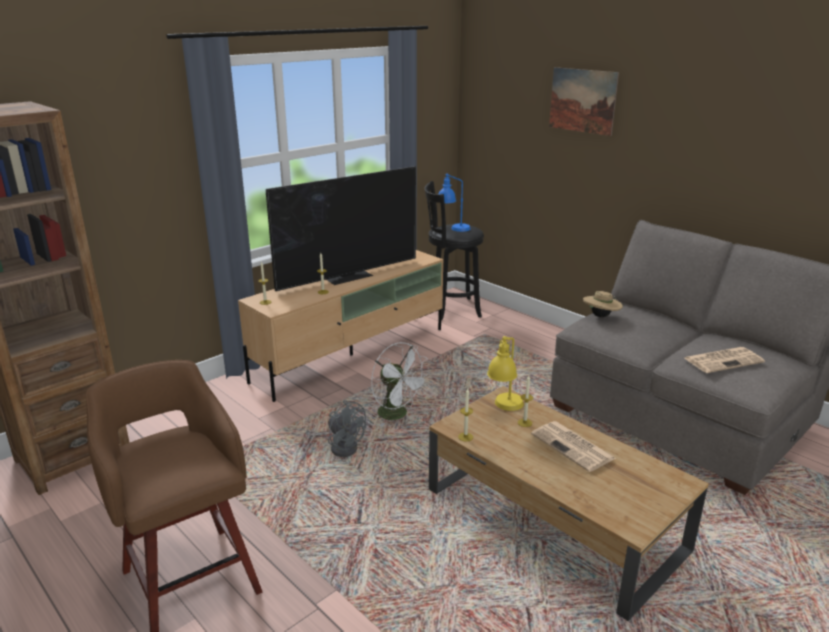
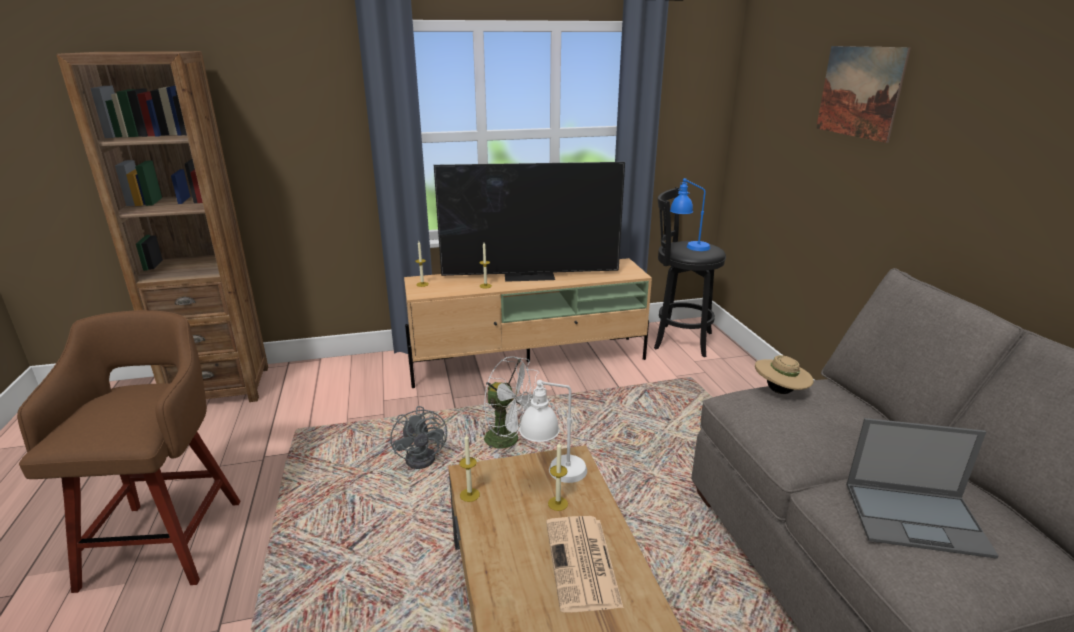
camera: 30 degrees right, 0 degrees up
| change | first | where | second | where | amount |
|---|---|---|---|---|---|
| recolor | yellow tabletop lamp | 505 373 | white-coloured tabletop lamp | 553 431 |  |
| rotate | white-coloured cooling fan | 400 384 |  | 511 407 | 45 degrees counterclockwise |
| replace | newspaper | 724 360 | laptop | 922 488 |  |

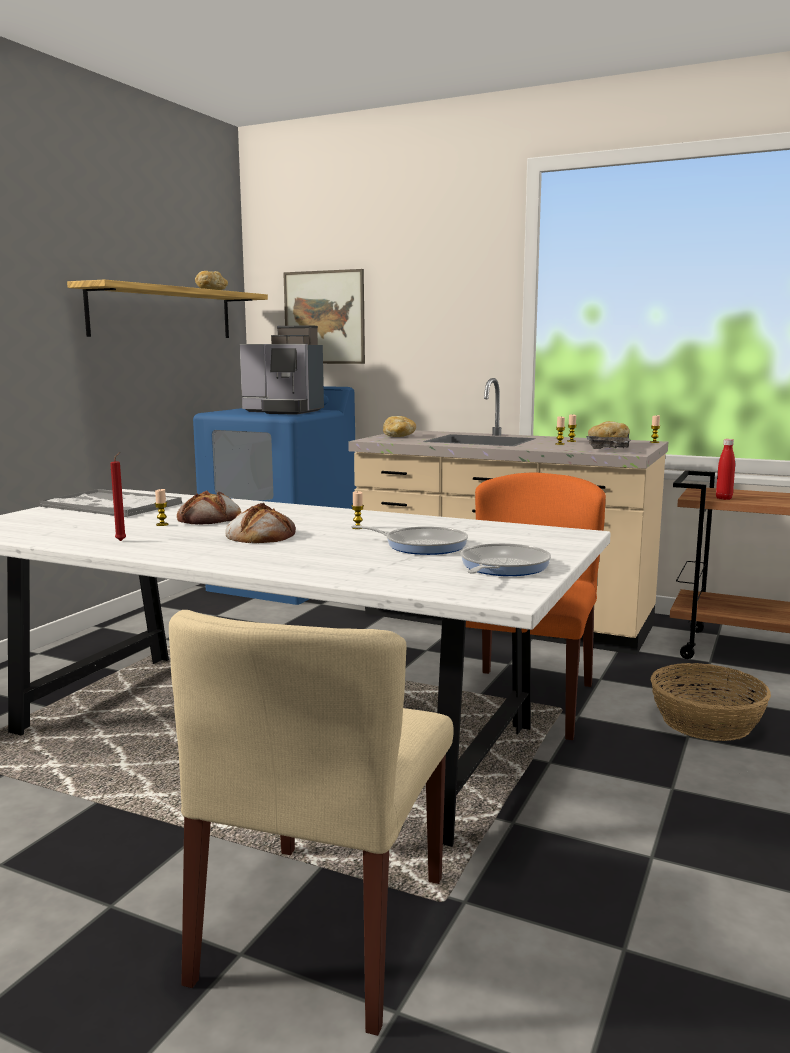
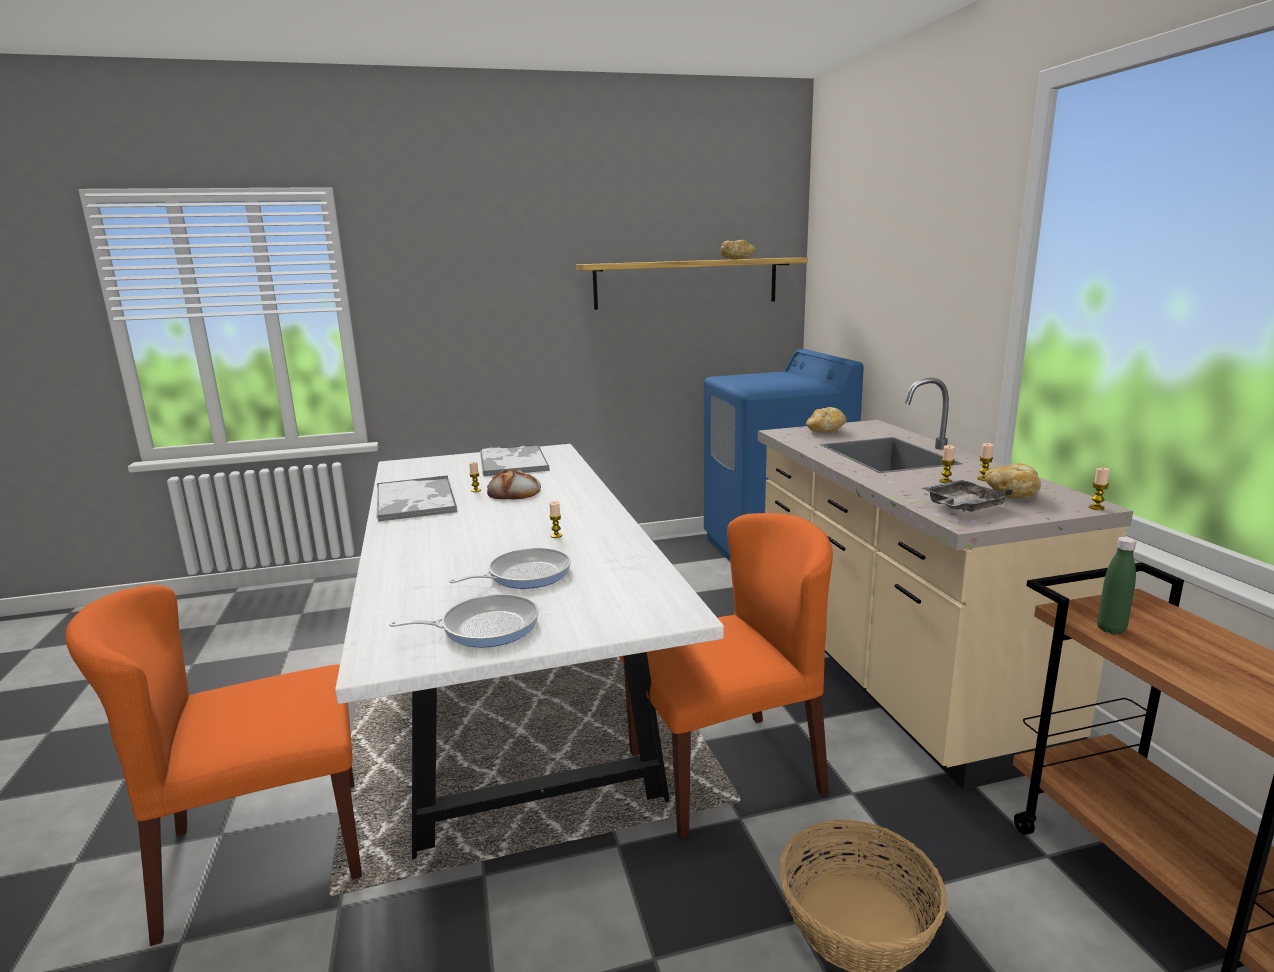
camera: 50 degrees right, 5 degrees up
| change | first | where | second | where | amount |
|---|---|---|---|---|---|
| delete | picture | 324 316 |  |  |  |
| delete | coffee maker | 282 370 |  |  |  |
| recolor | red drink bottle | 725 469 | green drink bottle | 1117 585 |  |
| replace | red wax candle | 118 496 | serving tray | 416 498 |  |
| delete | bread | 260 523 |  |  |  |
| rotate | pan | 409 540 |  | 510 568 | 105 degrees counterclockwise |
| recolor | beige-coloured plain chair | 311 823 | orange-coloured plain chair | 213 765 |  |

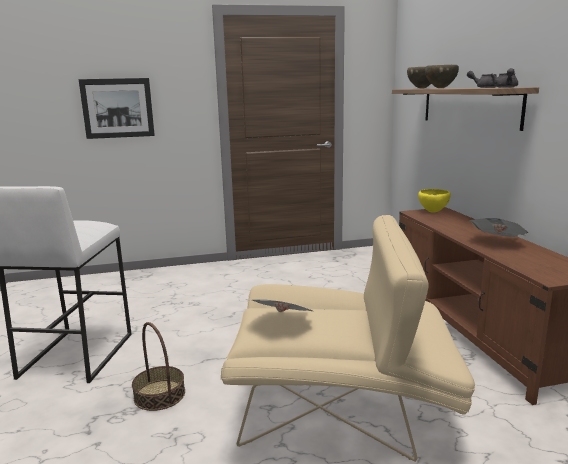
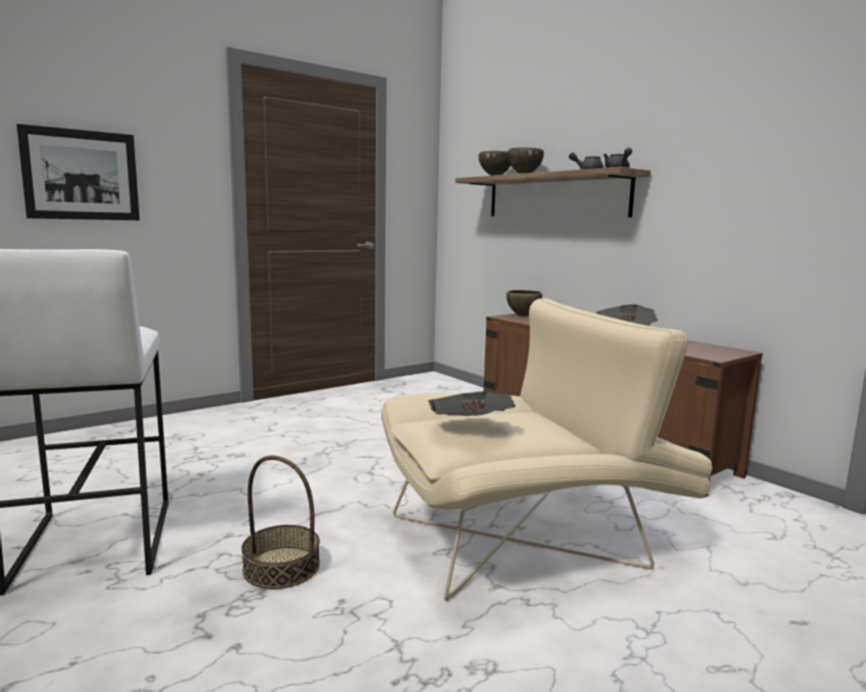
camera: 25 degrees left, 5 degrees down
| change | first | where | second | where | amount |
|---|---|---|---|---|---|
| recolor | yellow deep dish | 434 201 | brown deep dish | 524 303 |  |

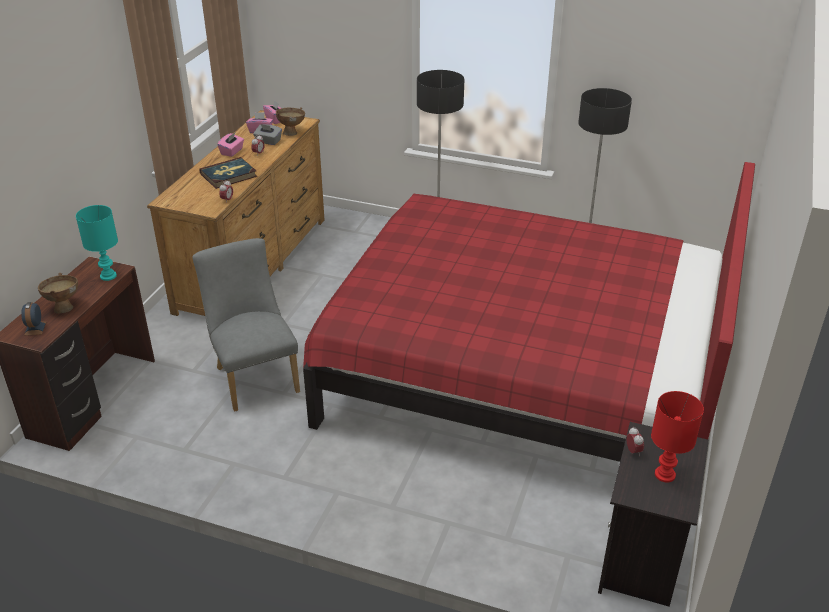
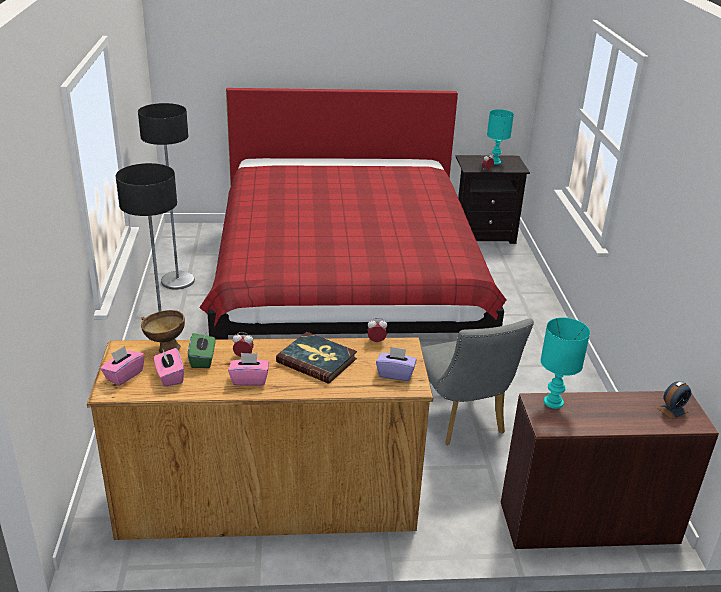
camera: 115 degrees left, 5 degrees down
| change | first | where | second | where | amount |
|---|---|---|---|---|---|
| recolor | greyish tissue holder | 267 134 | green tissue holder | 201 350 |  |
| rotate | greyish plain chair | 246 325 |  | 477 382 | 60 degrees counterclockwise |
| delete | brown deep dish | 58 293 |  |  |  |
| recolor | red tabletop lamp | 677 437 | turquoise tabletop lamp | 500 137 |  |
| insert |  |  | purple tissue holder | 396 363 |  |

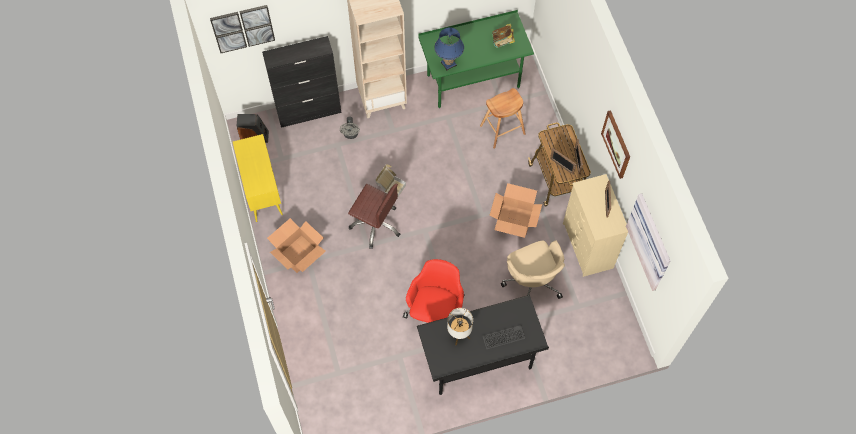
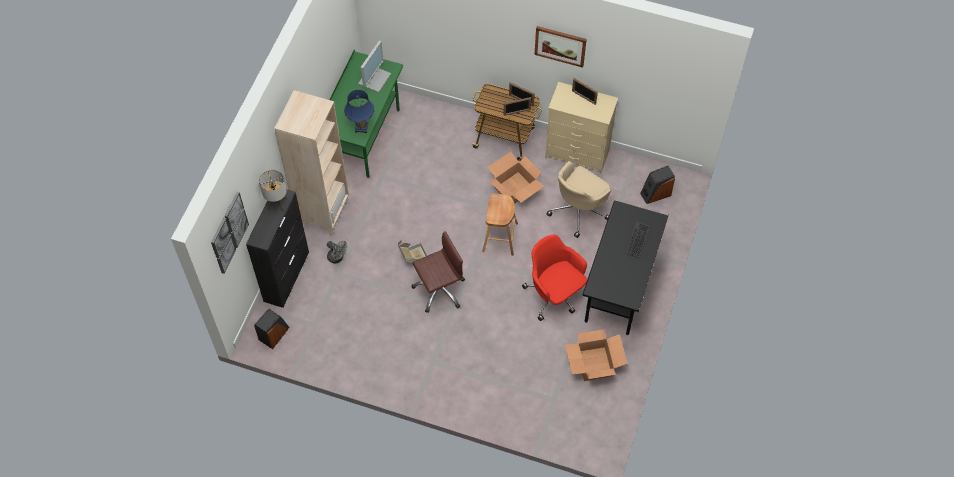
camera: 55 degrees left, 5 degrees down
| change | first | where | second | where | amount |
|---|---|---|---|---|---|
| replace | book | 503 35 | monitor | 374 66 |  |
| move | brown stool seat | 503 118 |  | 500 224 |  |
| delete | yellow storage cabinet | 258 178 |  |  |  |
| delete | picture | 648 242 |  |  |  |
| move | carton | 296 245 |  | 596 355 |  |
| rotate | beige-coloured desk chair | 533 270 |  | 579 199 | 120 degrees clockwise |
| move | tabletop lamp | 460 326 |  | 273 191 |  |
| insert |  |  | audio speaker | 657 185 |  |

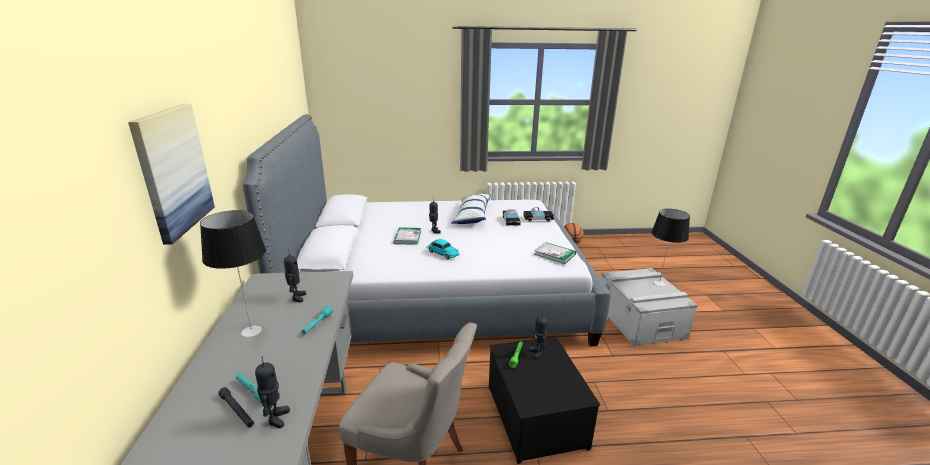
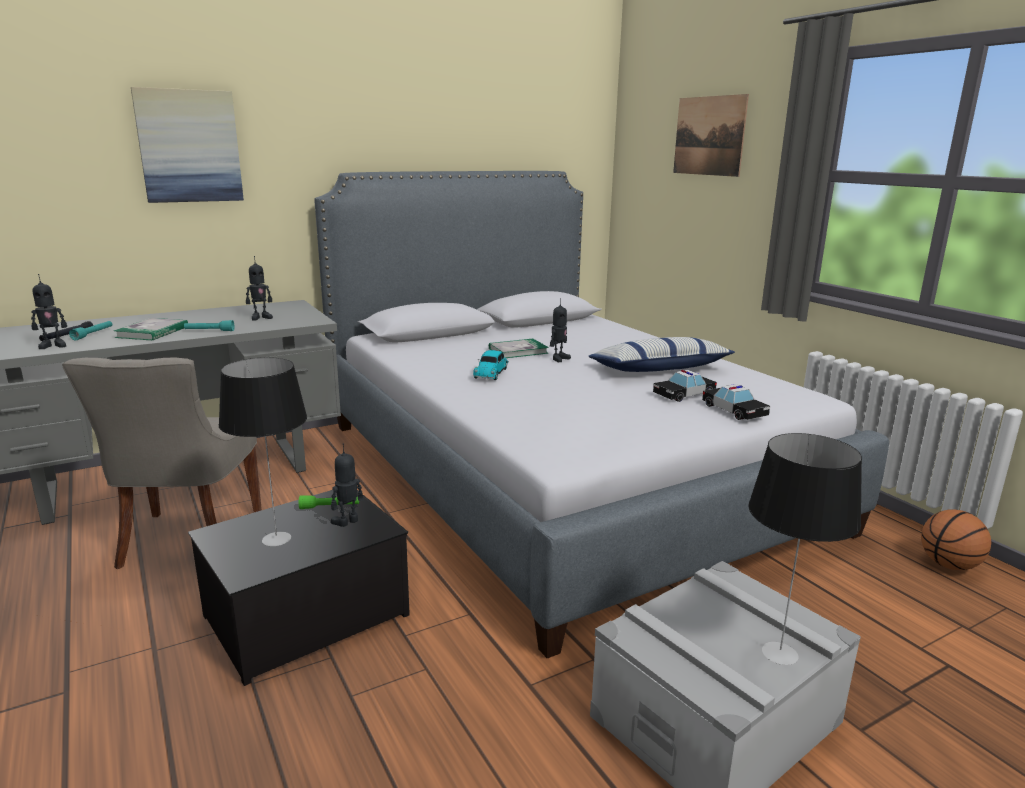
camera: 65 degrees right, 5 degrees down
| change | first | where | second | where | amount |
|---|---|---|---|---|---|
| move | tabletop lamp | 233 273 |  | 263 451 |  |
| move | book | 555 253 |  | 151 329 |  |
| insert |  |  | picture | 711 135 |  |

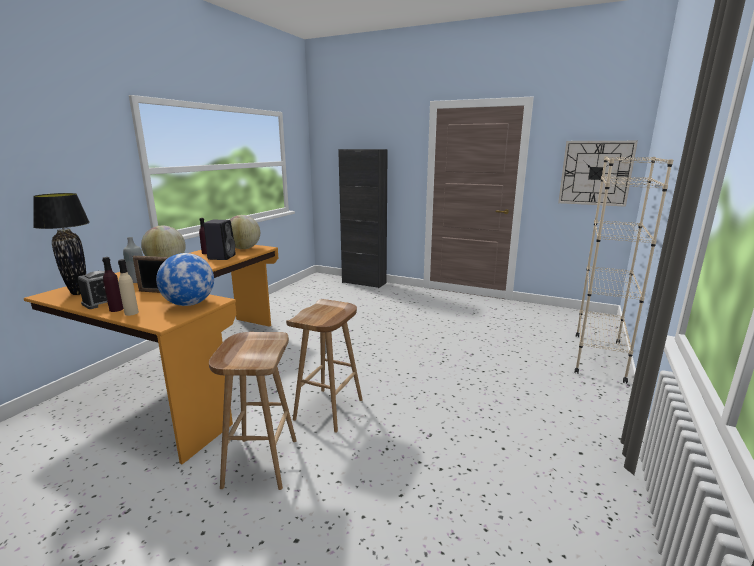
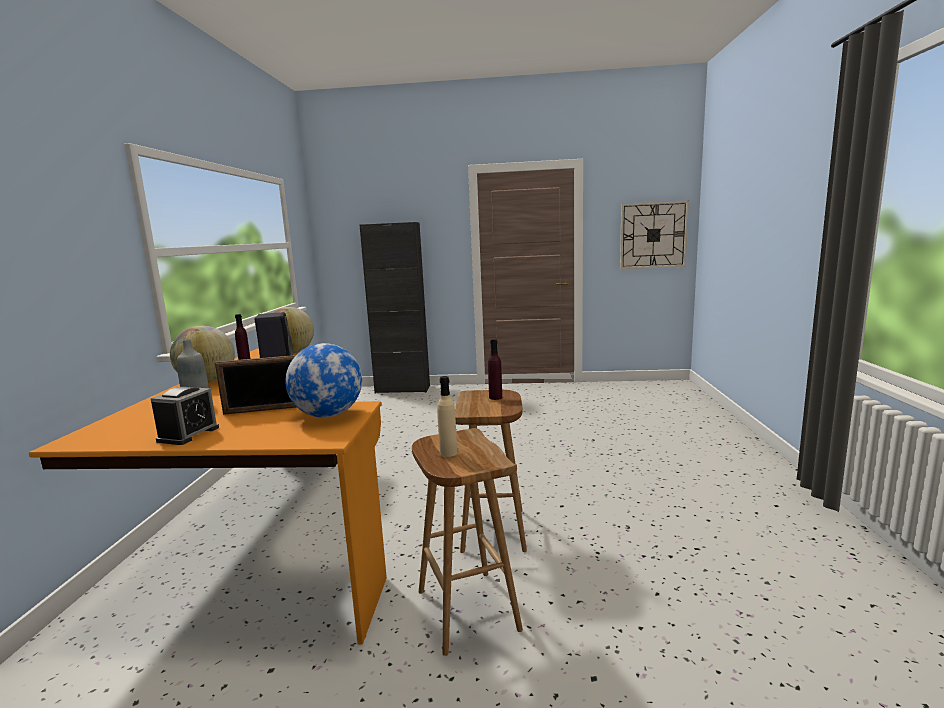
camera: 20 degrees left, 5 degrees down
| change | first | where | second | where | amount |
|---|---|---|---|---|---|
| delete | beige-coloured bookshelf | 623 269 |  |  |  |
| delete | black-coloured tabletop lamp | 61 244 |  |  |  |
| move | purple drink bottle | 112 284 |  | 495 369 |  |
| move | beige-coloured drink bottle | 128 287 |  | 447 416 |  |

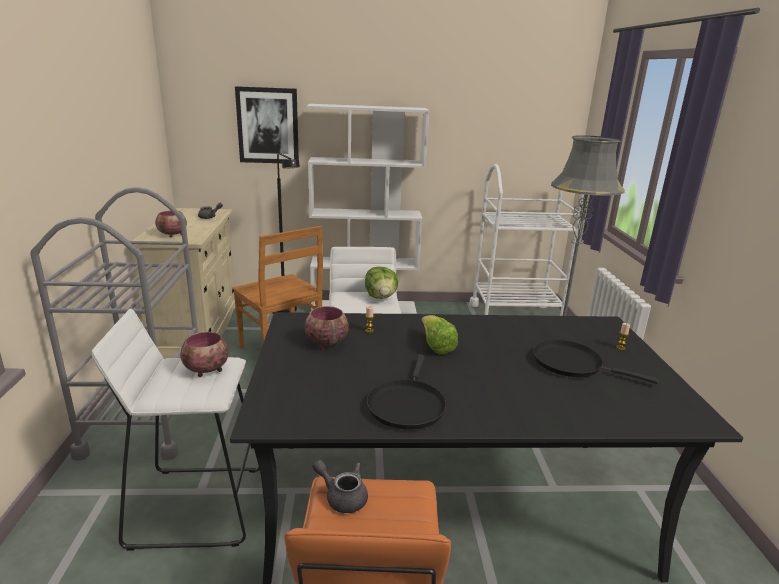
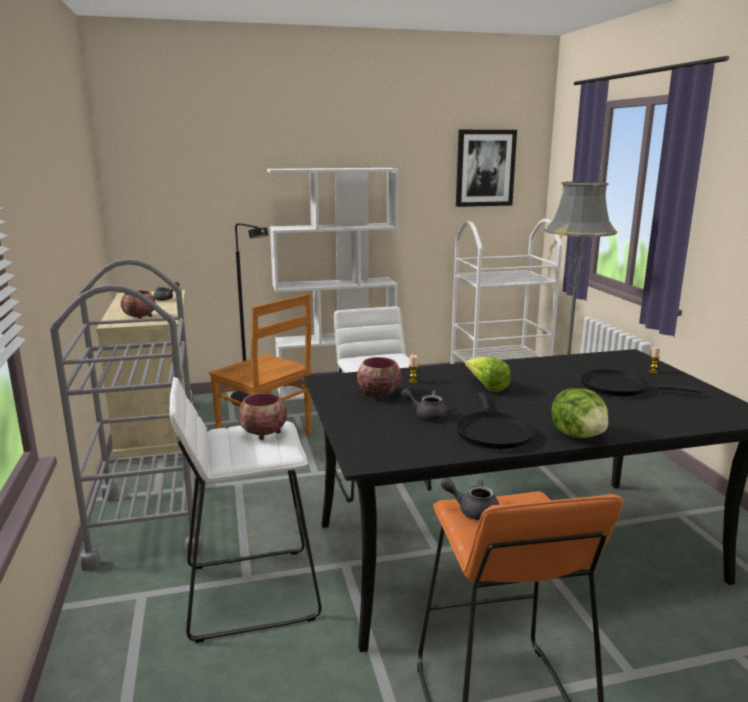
camera: 10 degrees left, 5 degrees down
| change | first | where | second | where | amount |
|---|---|---|---|---|---|
| move | picture | 267 124 |  | 486 168 |  |
| move | head of lettuce | 381 283 |  | 579 413 |  |
| insert |  |  | greyish pot for tea | 424 404 |  |

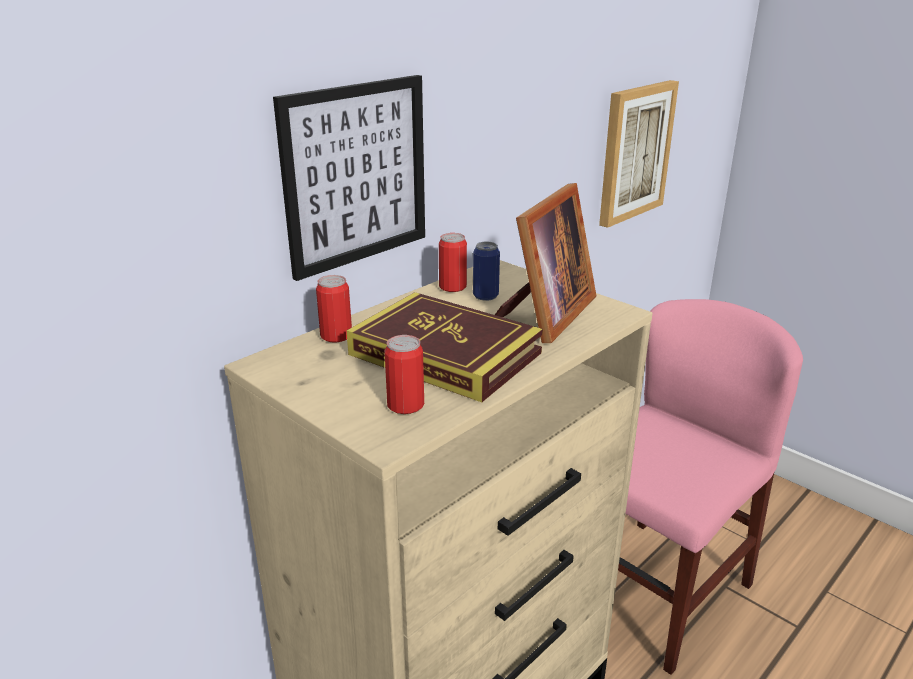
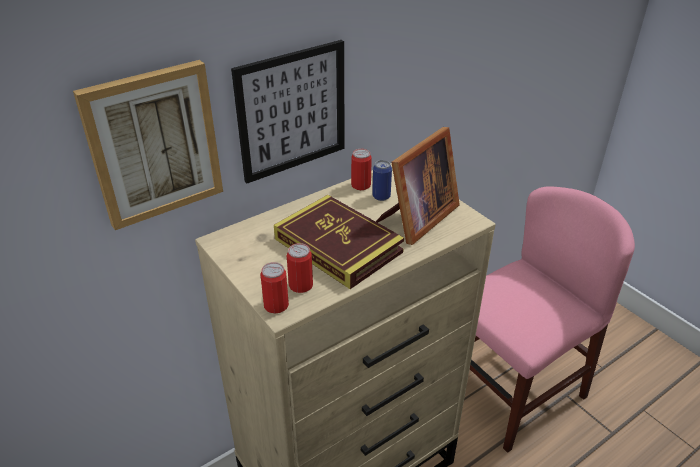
camera: 10 degrees right, 10 degrees up
| change | first | where | second | where | amount |
|---|---|---|---|---|---|
| move | picture | 639 154 |  | 148 145 |  |
| move | sealed can | 334 308 |  | 274 287 |  |

